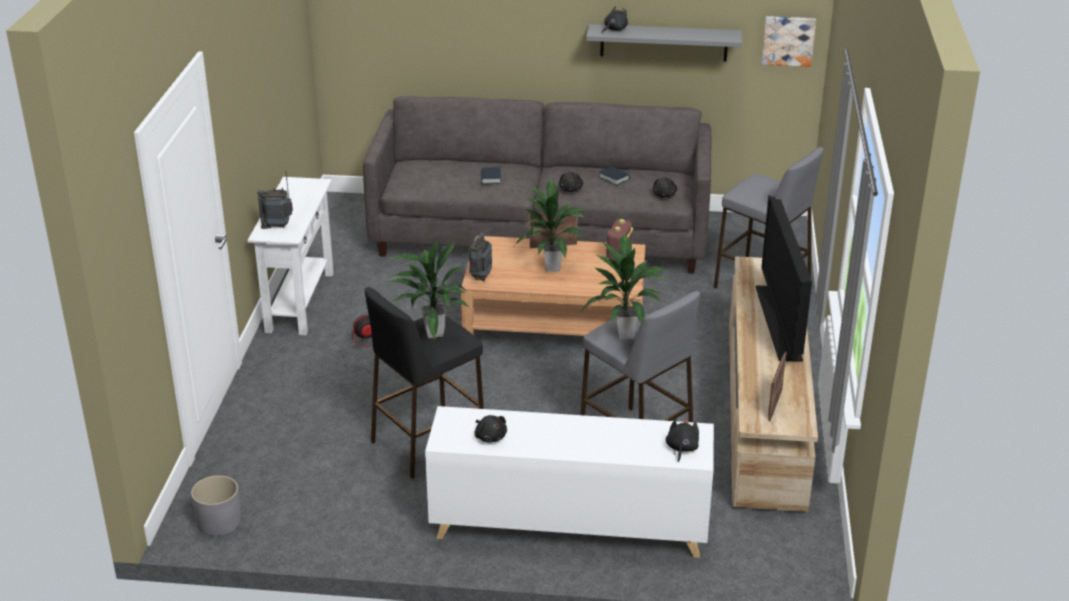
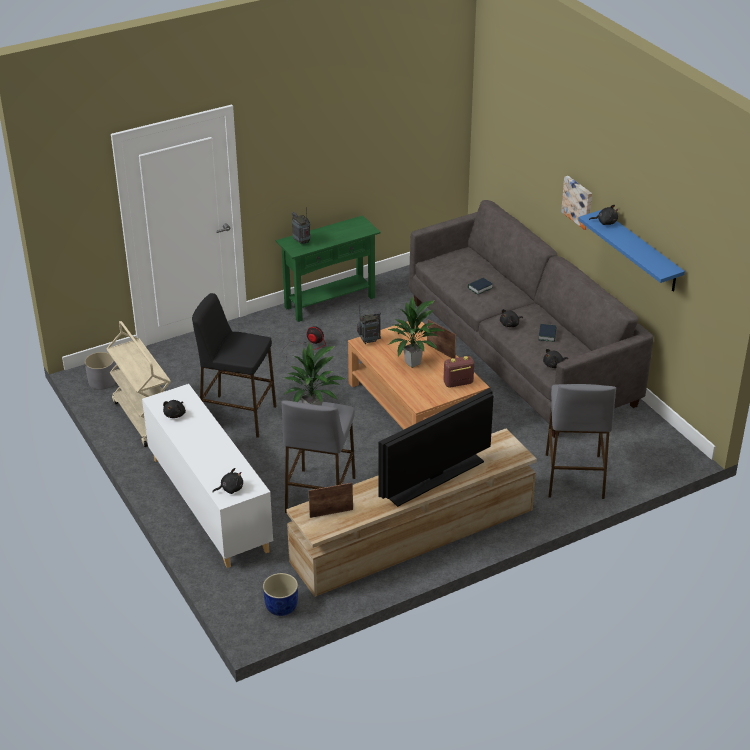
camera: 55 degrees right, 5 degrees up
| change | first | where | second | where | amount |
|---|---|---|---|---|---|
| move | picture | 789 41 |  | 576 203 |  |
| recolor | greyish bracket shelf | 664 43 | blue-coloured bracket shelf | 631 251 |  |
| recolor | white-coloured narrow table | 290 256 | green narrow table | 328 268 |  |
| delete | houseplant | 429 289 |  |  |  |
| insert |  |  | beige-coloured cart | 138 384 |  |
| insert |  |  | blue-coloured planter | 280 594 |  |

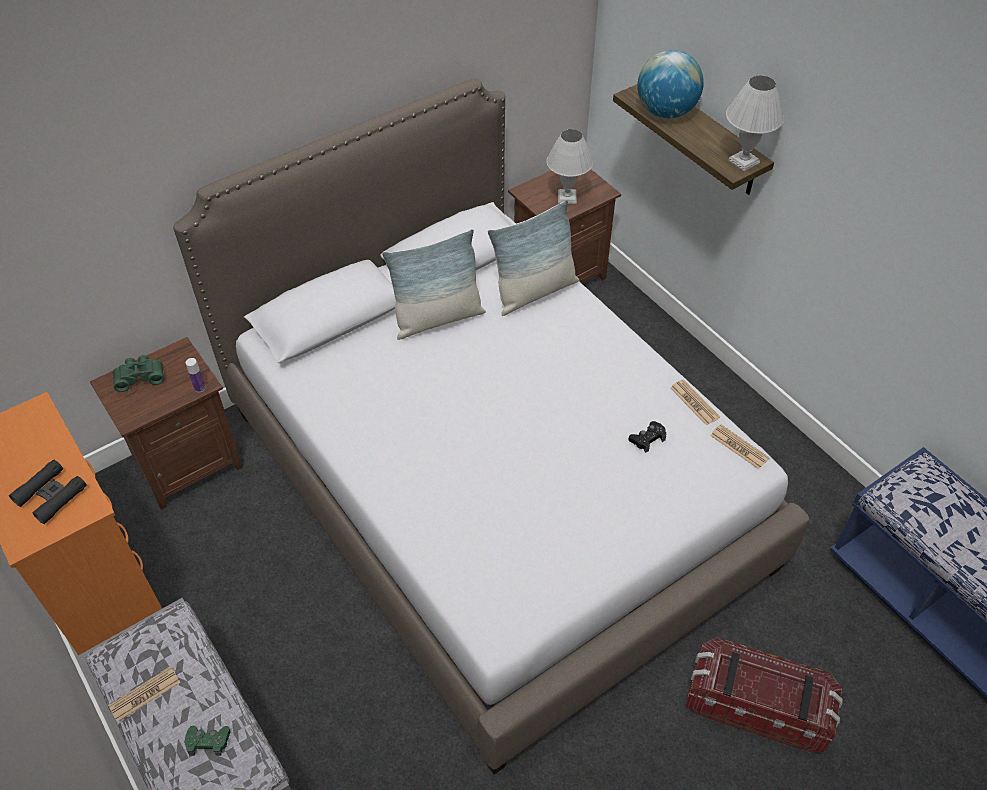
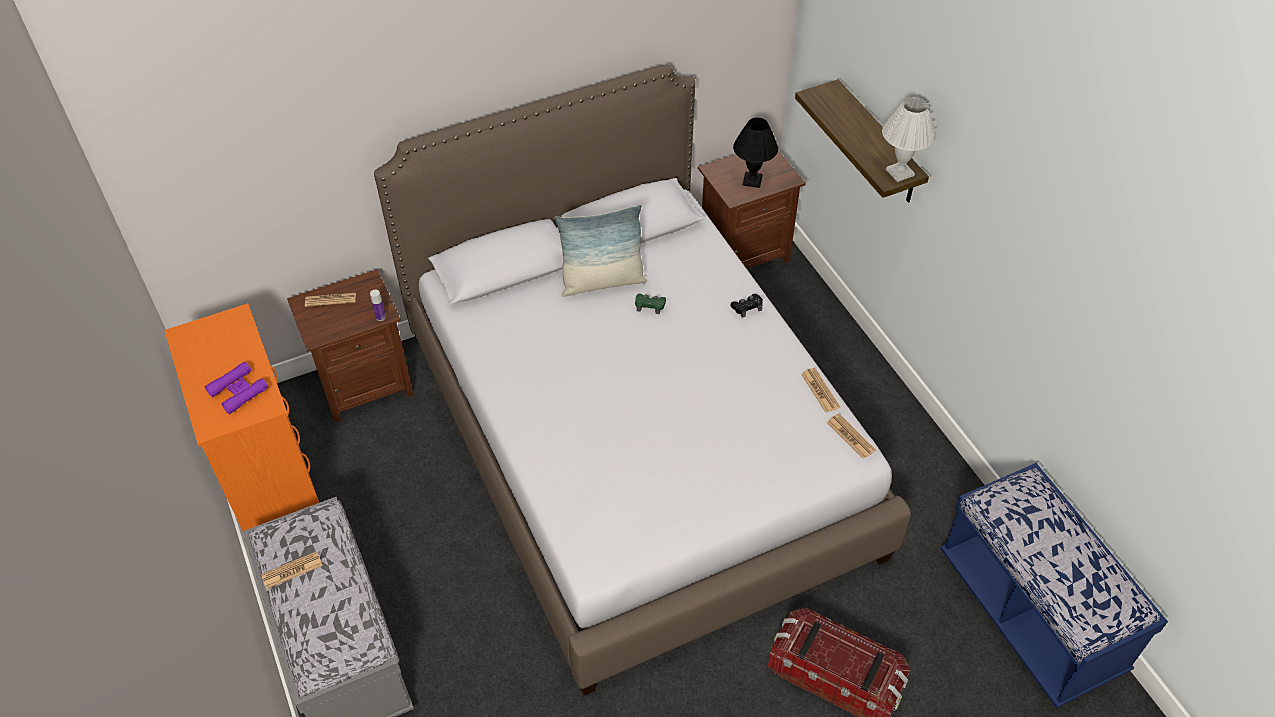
camera: 10 degrees right, 0 degrees up
| change | first | where | second | where | amount |
|---|---|---|---|---|---|
| delete | desk globe | 670 84 |  |  |  |
| recolor | white-coloured tabletop lamp | 569 166 | black-coloured tabletop lamp | 755 153 |  |
| delete | pillow | 533 258 |  |  |  |
| replace | green pair of binoculars | 138 373 | newspaper | 330 300 |  |
| move | black-coloured gamepad | 647 437 |  | 747 306 |  |
| recolor | black-coloured pair of binoculars | 48 492 | purple pair of binoculars | 236 388 |  |
| move | green gamepad | 207 741 |  | 650 304 |  |

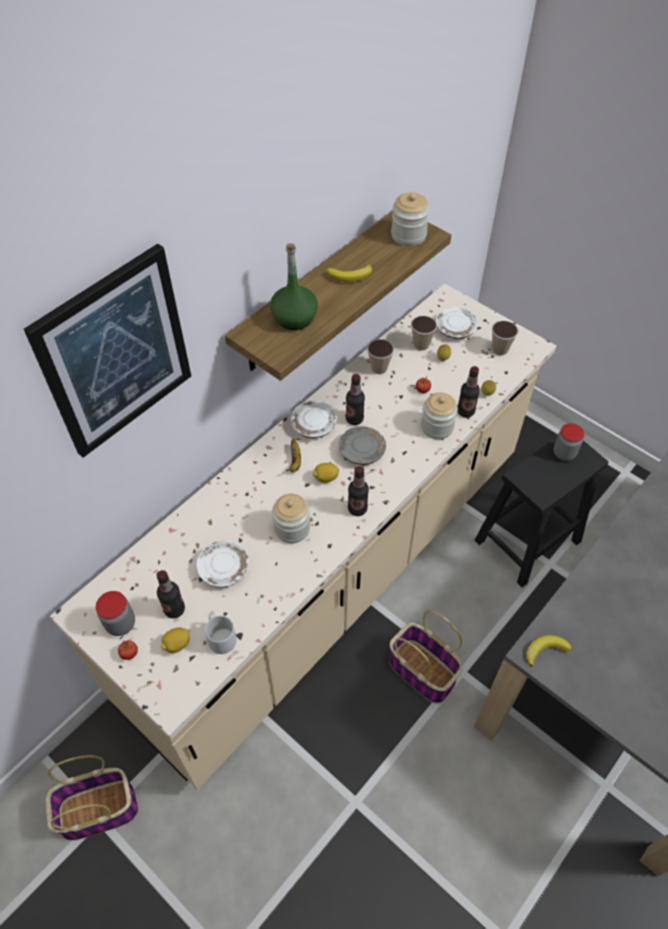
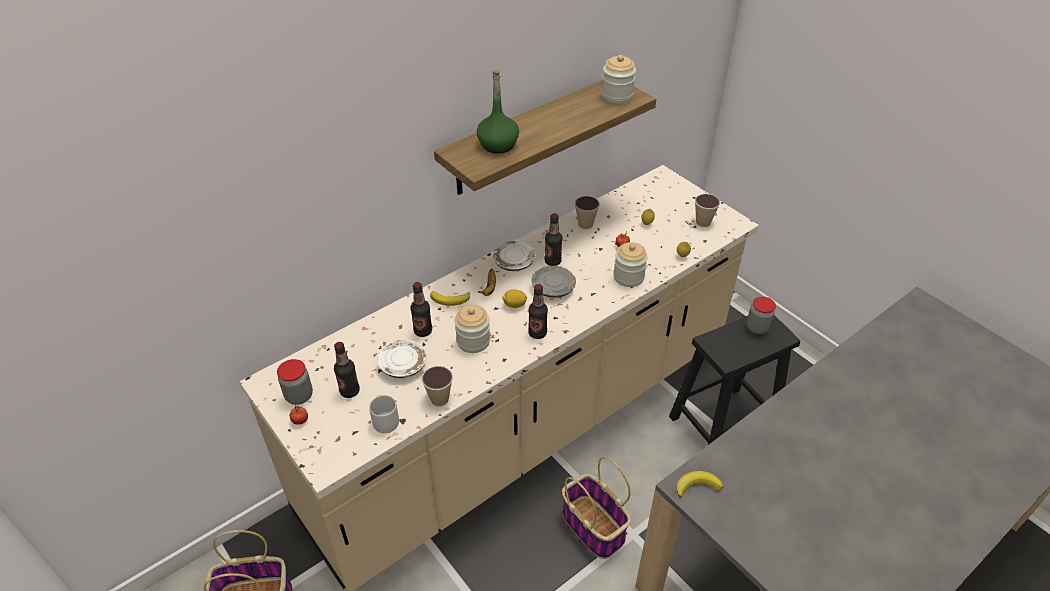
camera: 10 degrees right, 10 degrees down
| change | first | where | second | where | amount |
|---|---|---|---|---|---|
| delete | picture | 107 351 |  |  |  |
| move | banana | 349 273 |  | 450 298 |  |
| delete | white-coloured plate | 457 323 |  |  |  |
| move | cup | 424 333 |  | 437 386 |  |
| move | drink bottle | 468 391 |  | 421 309 |  |
| delete | lemon | 175 640 |  |  |  |

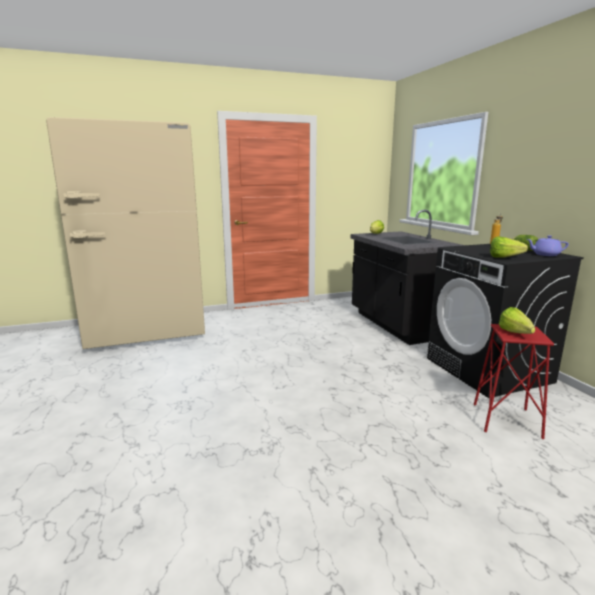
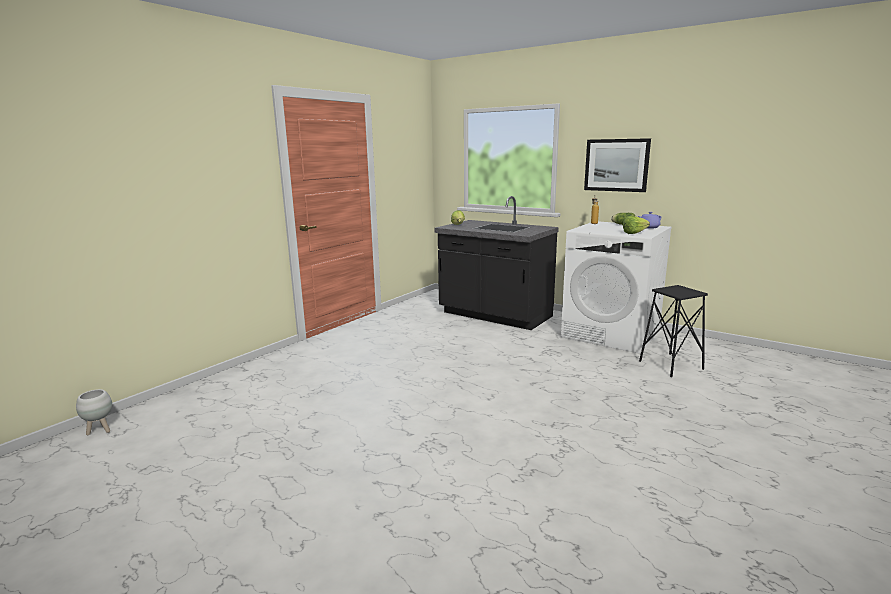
camera: 35 degrees left, 0 degrees up
| change | first | where | second | where | amount |
|---|---|---|---|---|---|
| delete | beige-coloured refrigerator | 125 233 |  |  |  |
| recolor | black-coloured washing machine | 505 321 | white-coloured washing machine | 616 287 |  |
| delete | head of lettuce | 517 320 |  |  |  |
| recolor | red stool seat | 514 381 | black-coloured stool seat | 673 331 |  |
| insert |  |  | picture | 617 165 |  |
| insert |  |  | white-coloured planter | 94 412 |  |

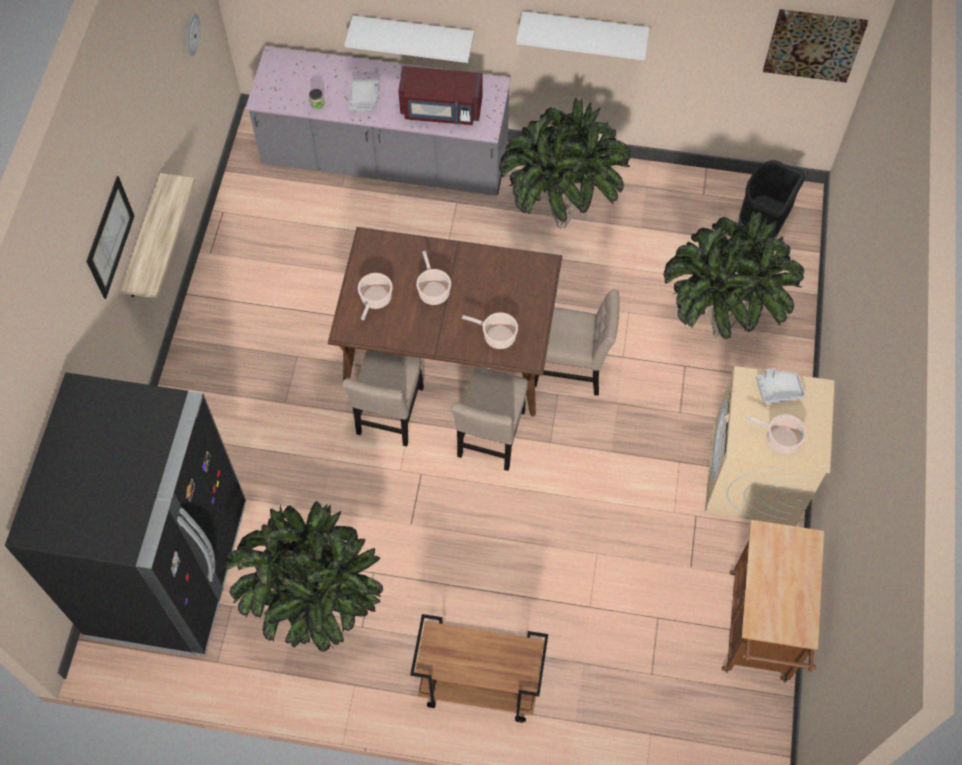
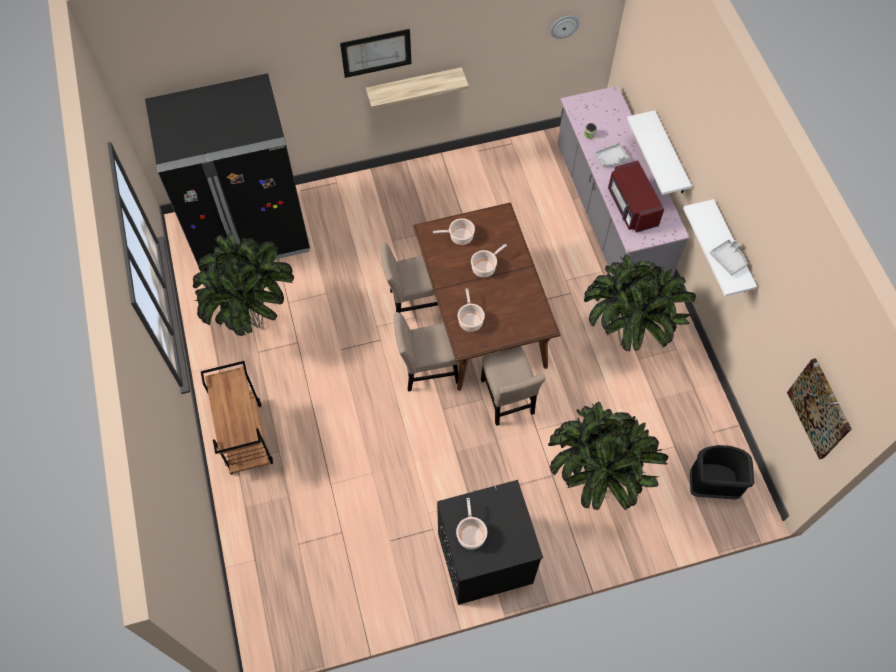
camera: 65 degrees right, 0 degrees up
| change | first | where | second | where | amount |
|---|---|---|---|---|---|
| recolor | beige-coloured washing machine | 770 446 | black-coloured washing machine | 490 542 |  |
| move | greyish serving tray | 780 386 |  | 728 257 |  |
| delete | brown cart | 773 601 |  |  |  |

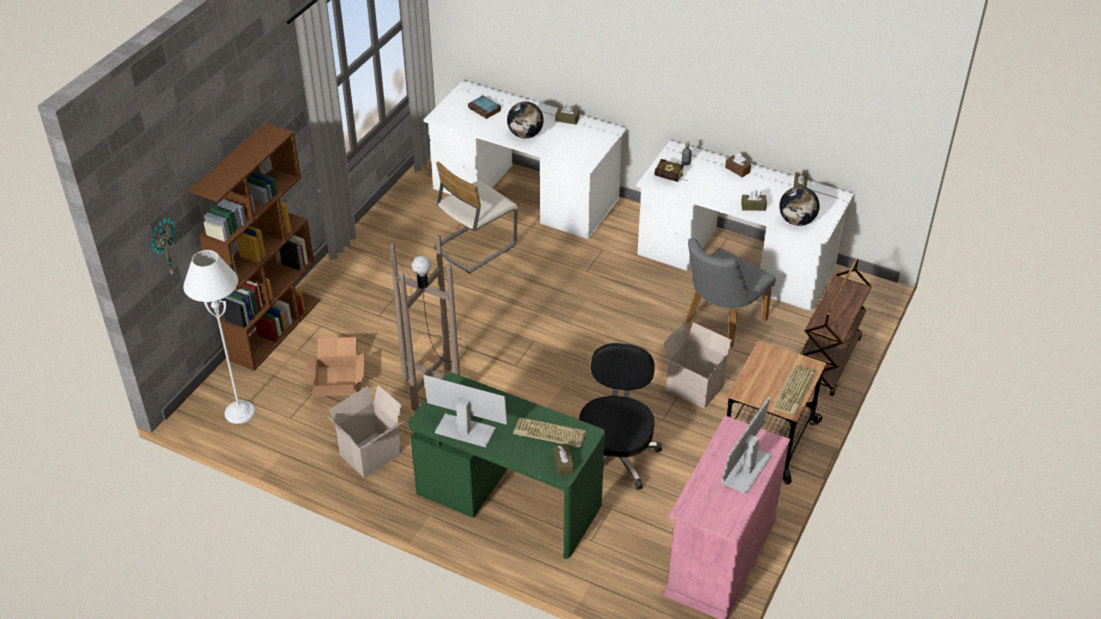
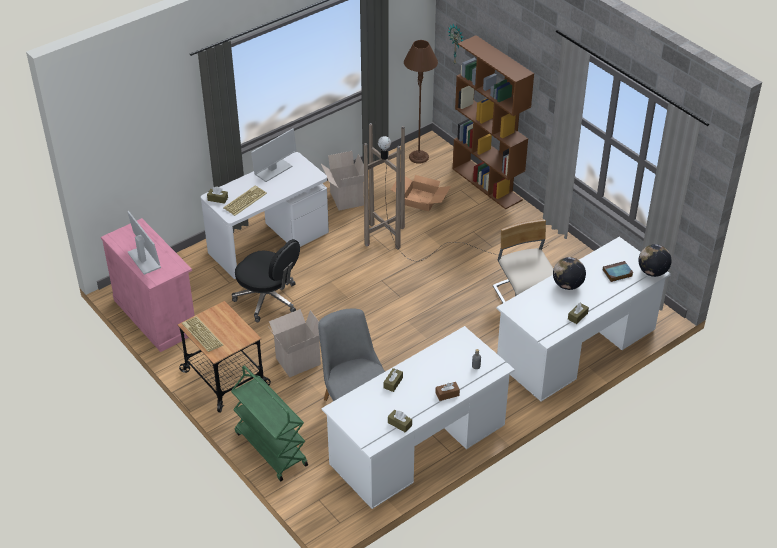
camera: 115 degrees right, 0 degrees up
| change | first | where | second | where | amount |
|---|---|---|---|---|---|
| delete | book | 671 170 |  |  |  |
| move | desk globe | 799 206 |  | 654 260 |  |
| recolor | white-coloured standing lamp | 219 337 | brown standing lamp | 421 102 |  |
| recolor | brown cart | 836 327 | green cart | 269 423 |  |
| recolor | green desk | 506 465 | white-coloured desk | 265 215 |  |

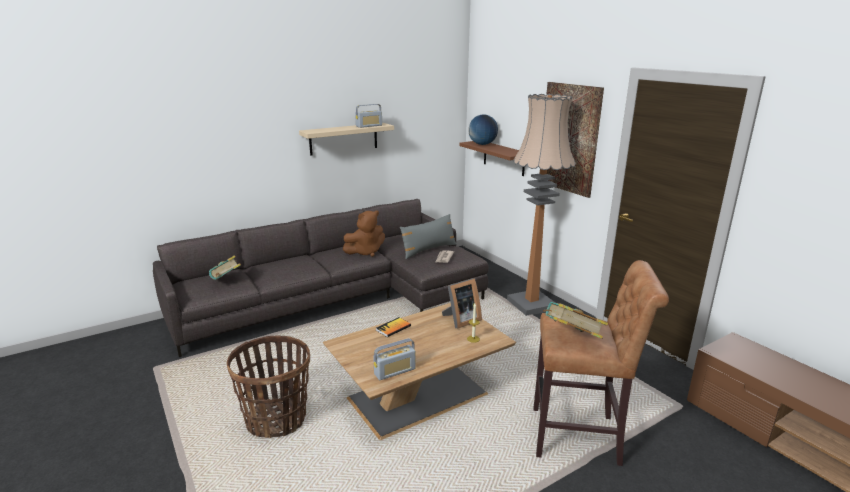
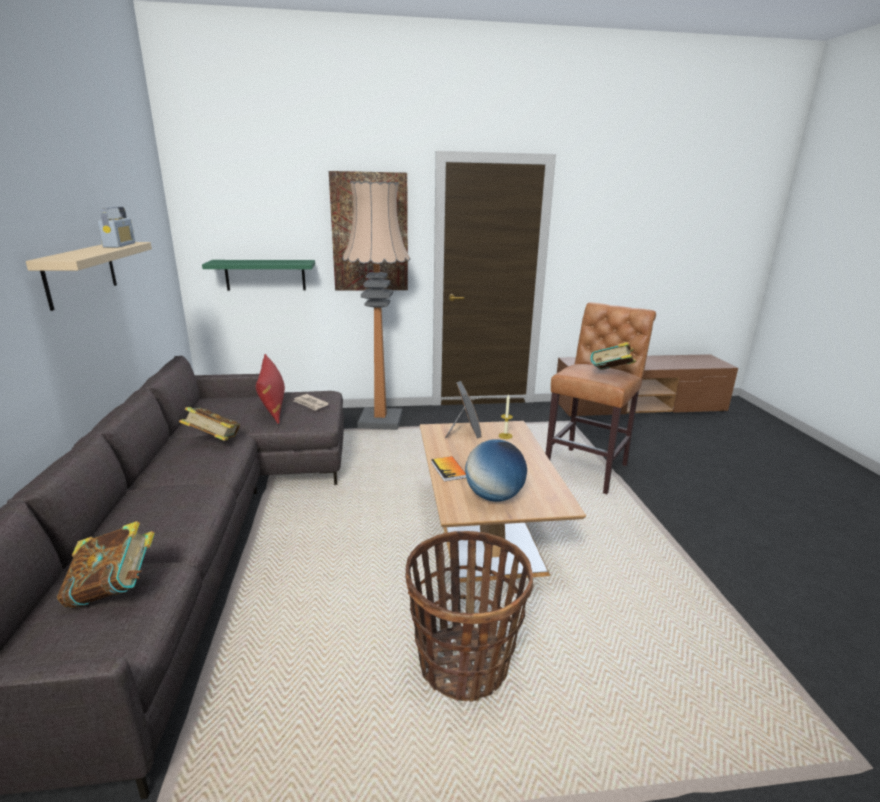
camera: 65 degrees left, 0 degrees up
| change | first | where | second | where | amount |
|---|---|---|---|---|---|
| move | desk globe | 483 130 |  | 496 470 |  |
| recolor | brown bracket shelf | 492 158 | green bracket shelf | 258 275 |  |
| replace | brown plush toy | 364 234 | book | 209 424 |  |
| recolor | greyish pillow | 428 236 | red pillow | 270 389 |  |
| delete | radio set | 394 359 |  |  |  |

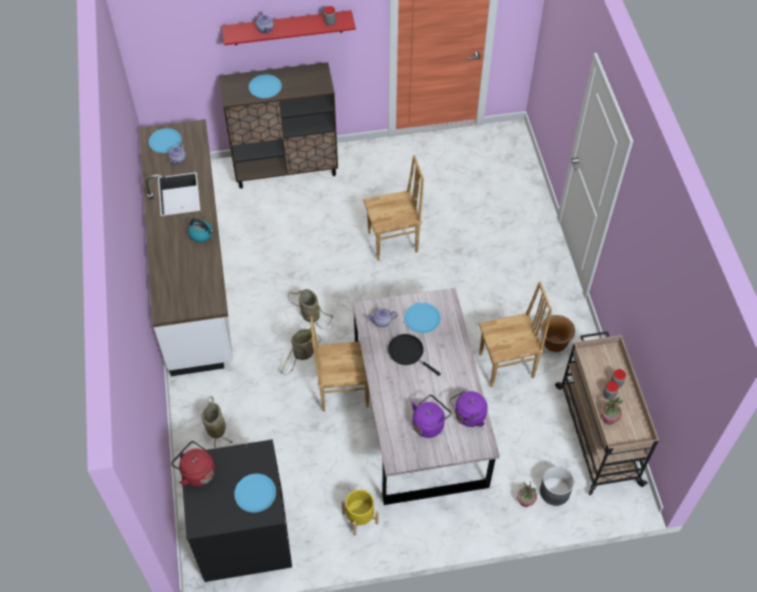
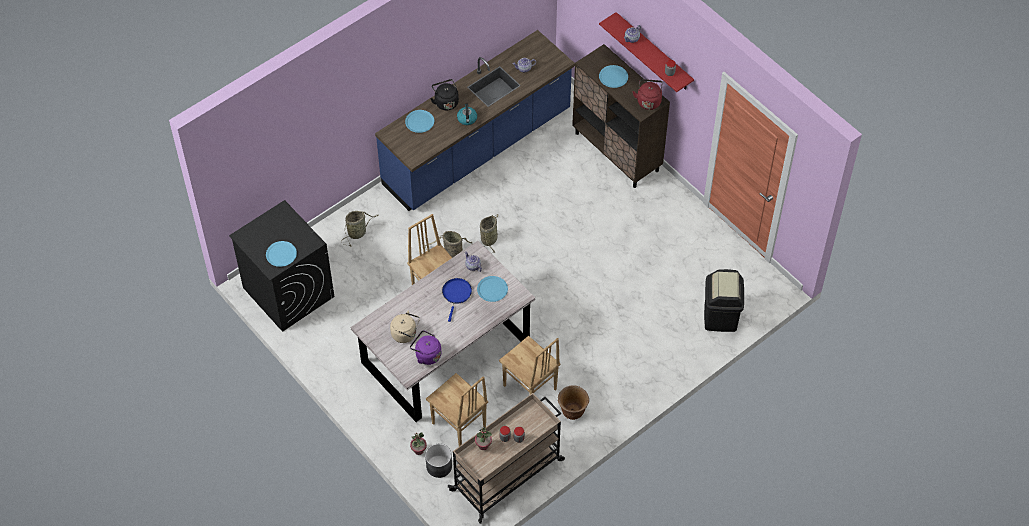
camera: 60 degrees right, 0 degrees up
| change | first | where | second | where | amount |
|---|---|---|---|---|---|
| recolor | white-coloured kitchen counter | 186 247 | blue-coloured kitchen counter | 475 120 |  |
| move | blue-coloured plate | 165 140 |  | 419 121 |  |
| move | brown plain chair | 394 208 |  | 457 409 |  |
| recolor | black-coloured pan | 414 355 | blue-coloured pan | 457 300 |  |
| recolor | purple water kettle | 431 416 | beige-coloured water kettle | 405 327 |  |
| move | red water kettle | 193 464 |  | 647 94 |  |
| delete | yellow planter | 360 512 |  |  |  |
| insert |  |  | black-coloured water kettle | 445 94 |  |
| insert |  |  | black-coloured rubbish bin | 724 300 |  |

